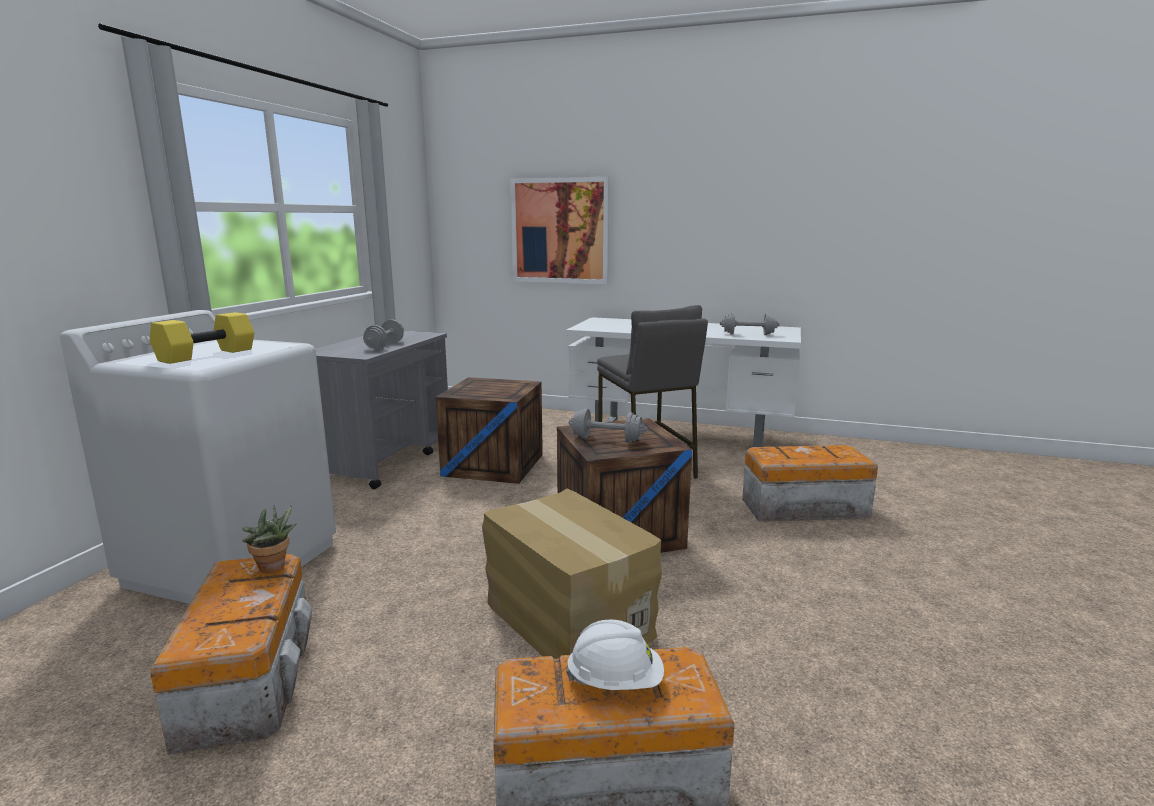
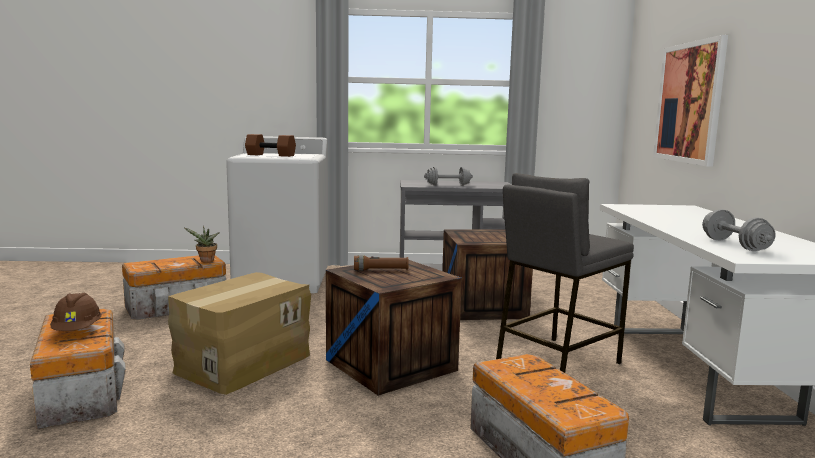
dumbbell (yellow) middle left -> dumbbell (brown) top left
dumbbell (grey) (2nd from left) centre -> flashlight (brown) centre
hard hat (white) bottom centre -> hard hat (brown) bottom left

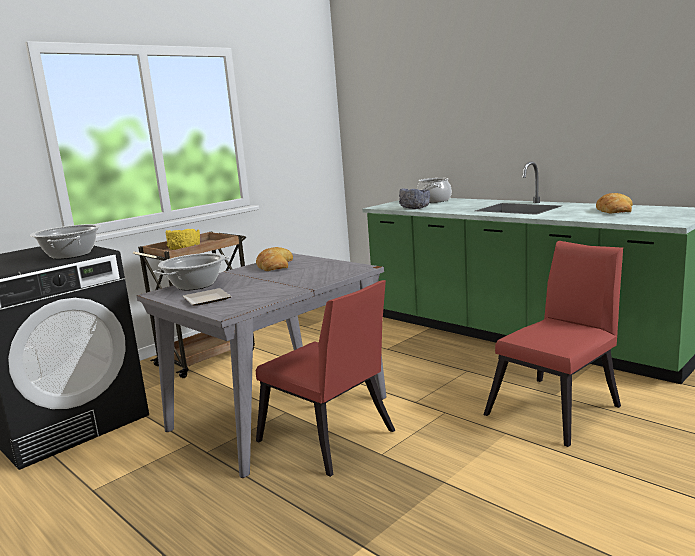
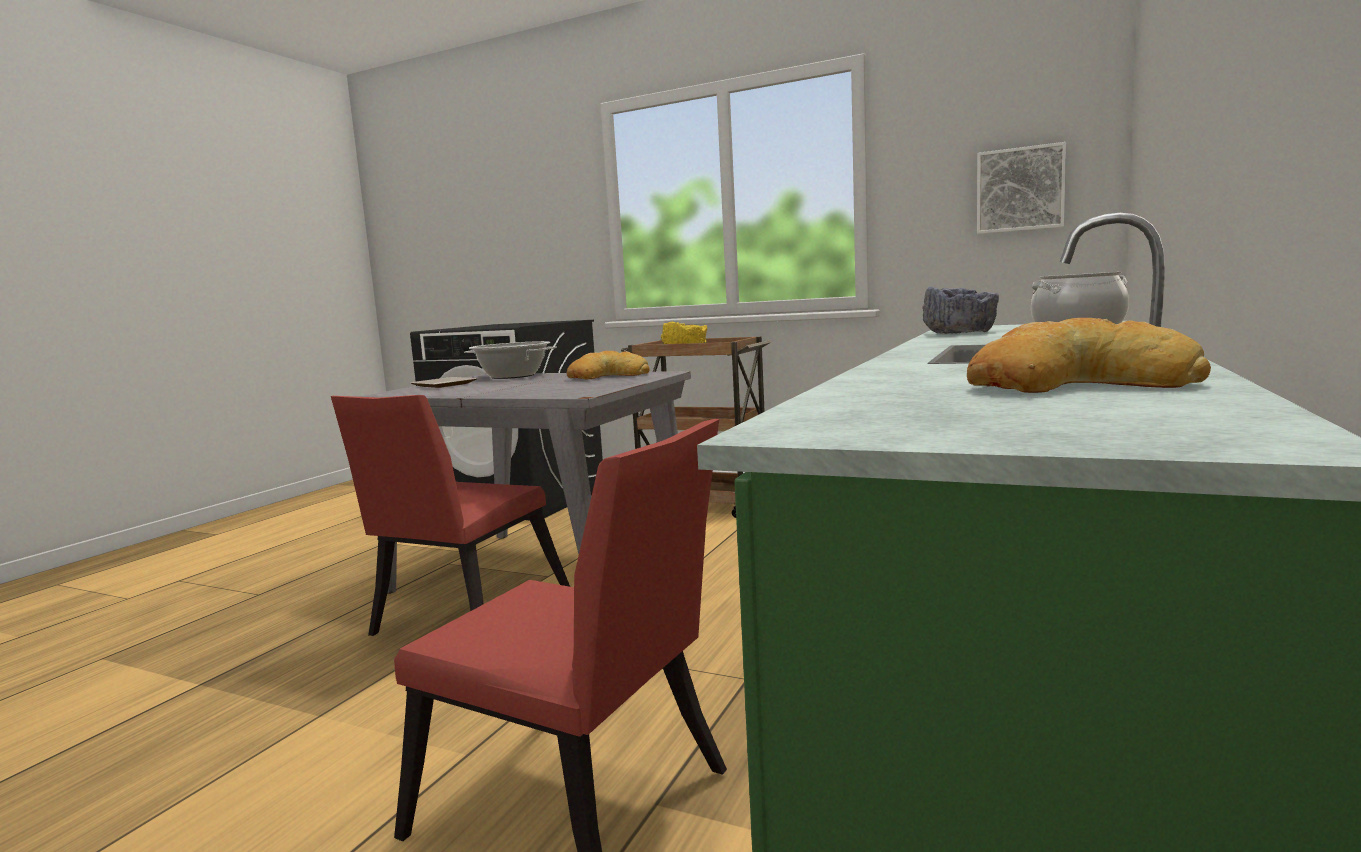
cooking pot (1st from left) middle left -> none
none -> picture top right

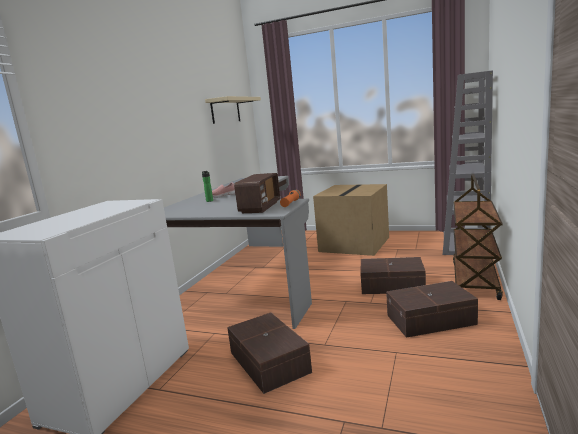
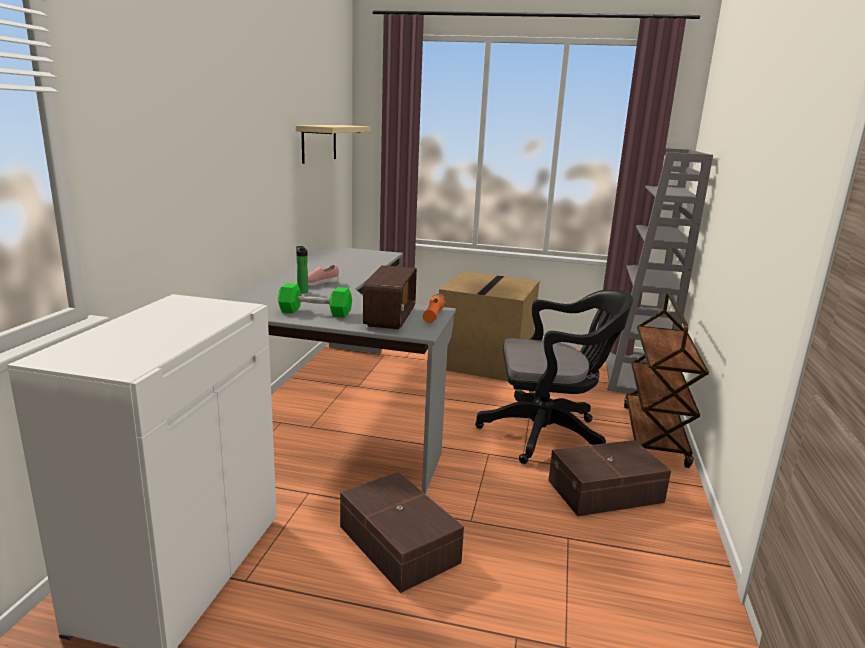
storage box (brown) (2nd from left) middle right -> office chair (black) centre
none -> dumbbell (green) centre

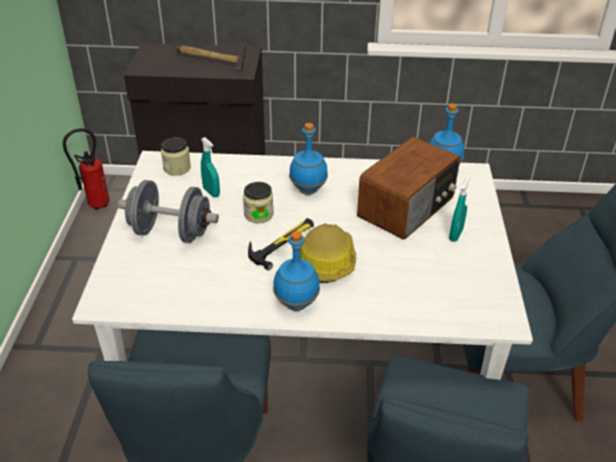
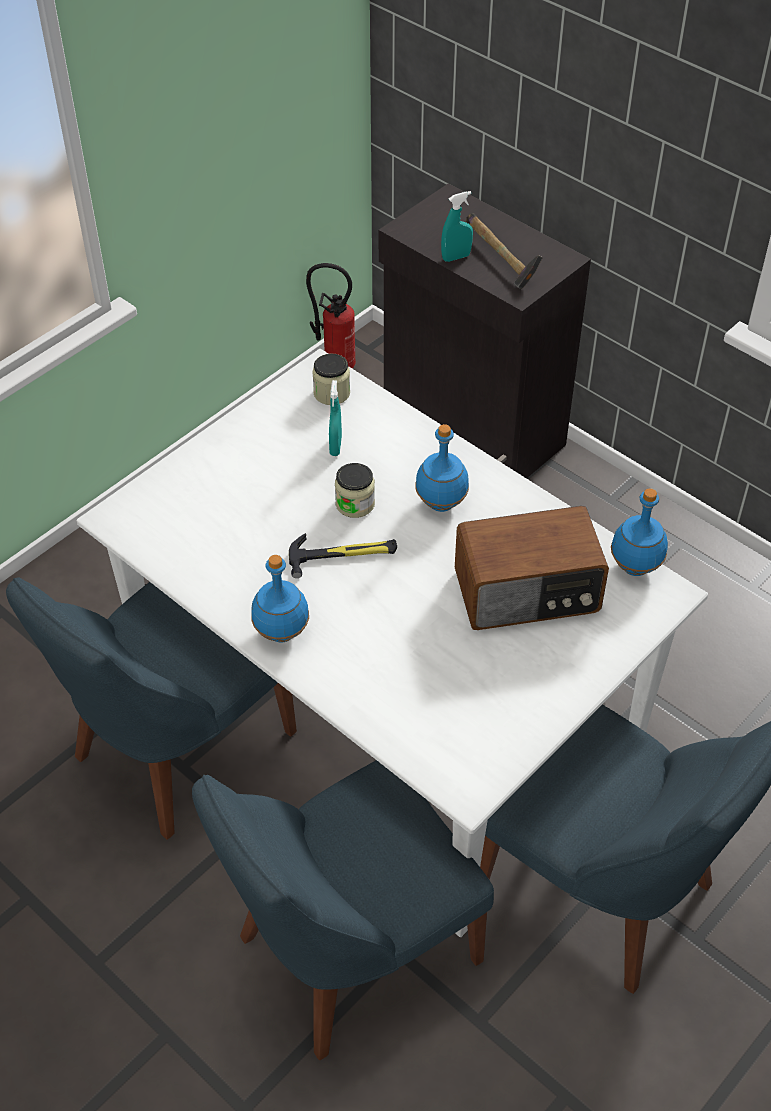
spray bottle (turquoise) (2nd from left) middle right -> spray bottle (turquoise) (2nd from left) top centre, move
dumbbell (grey) middle left -> none
hard hat centre -> none

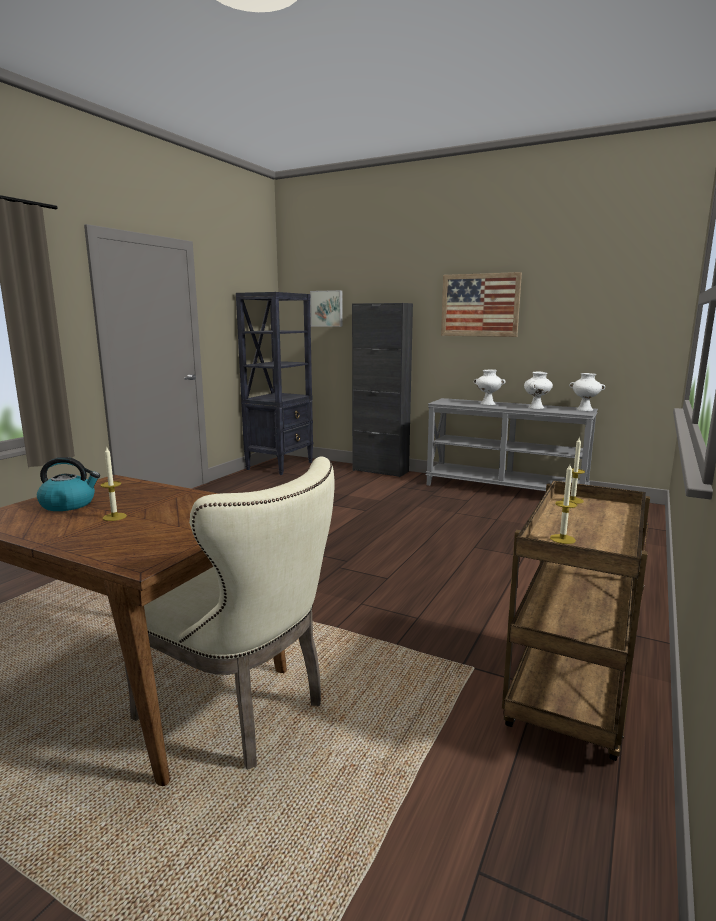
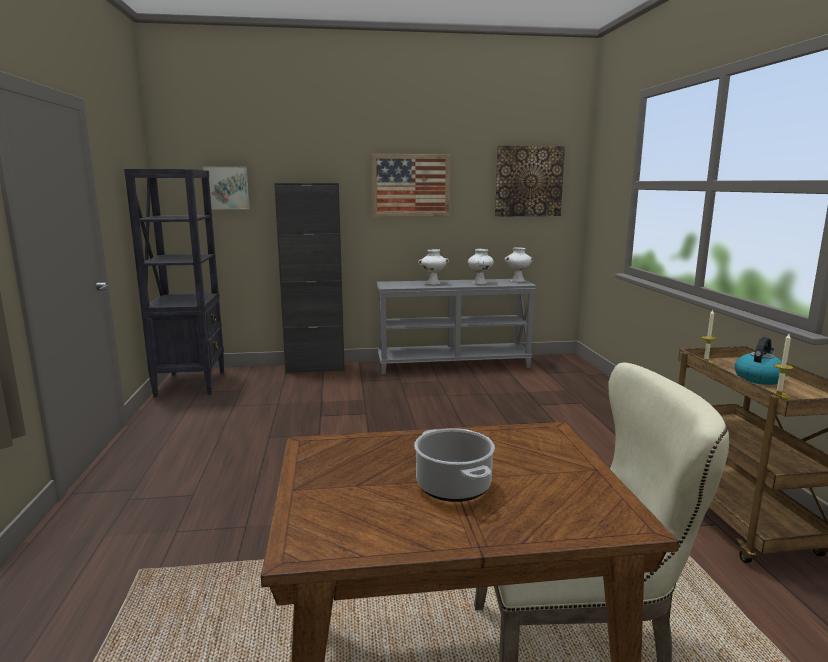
candle (1st from left) middle left -> cooking pot bottom centre
kettle middle left -> kettle middle right, move
none -> picture (3rd from left) top centre

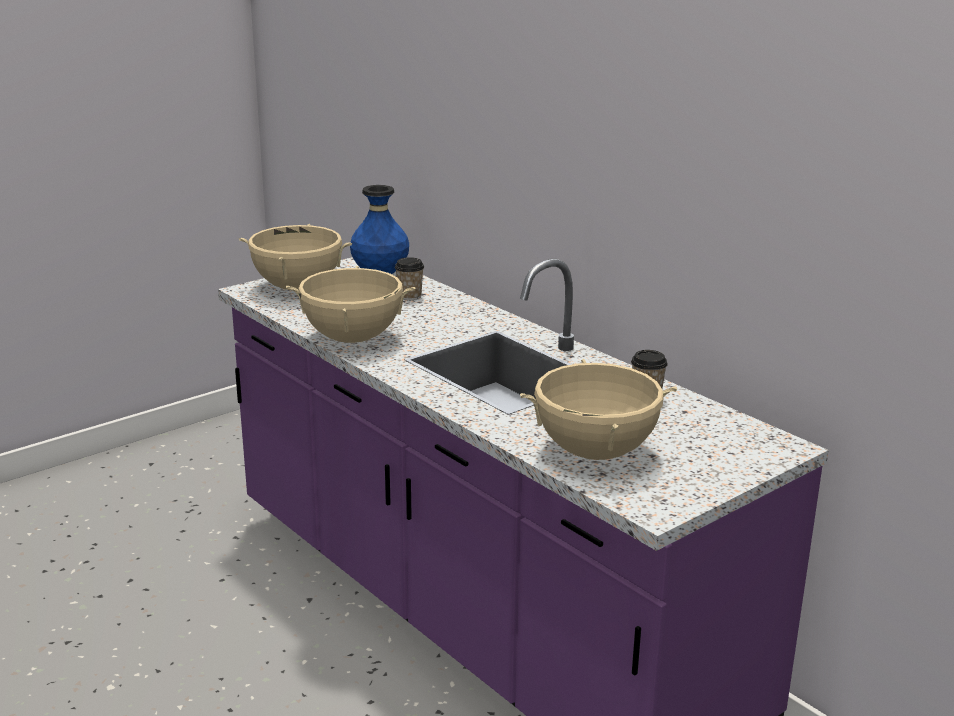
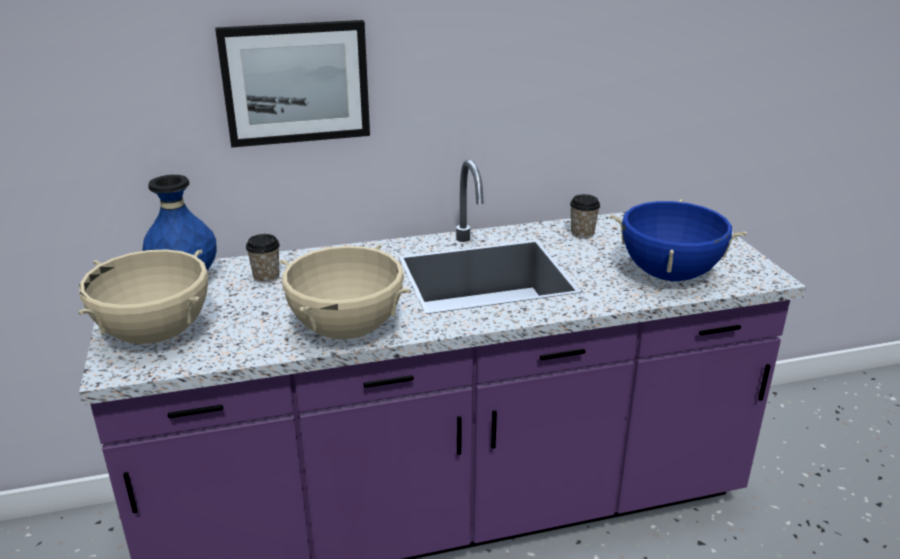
cooking pot (beige) (3rd from left) centre -> cooking pot (blue) middle right
none -> picture top left

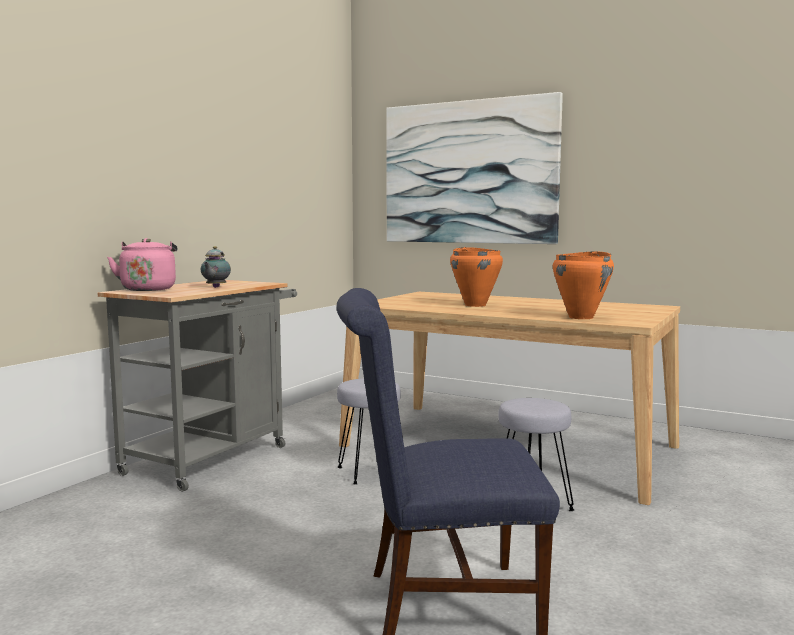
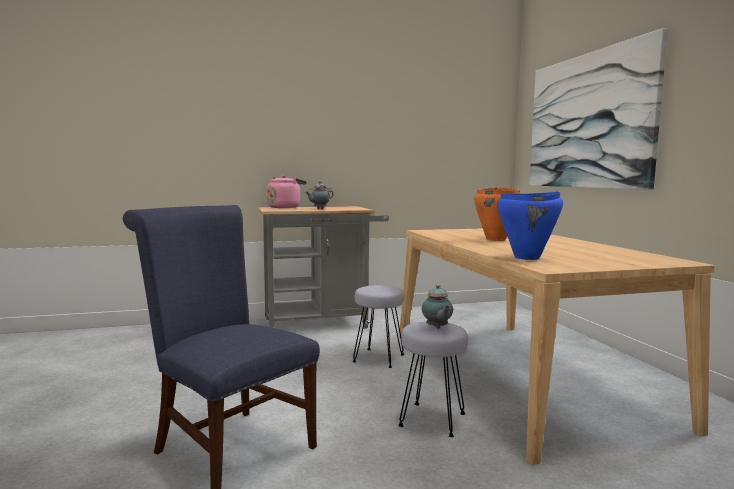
cooking pot (orange) (2nd from left) middle right -> cooking pot (blue) middle right
none -> teapot (2nd from left) centre

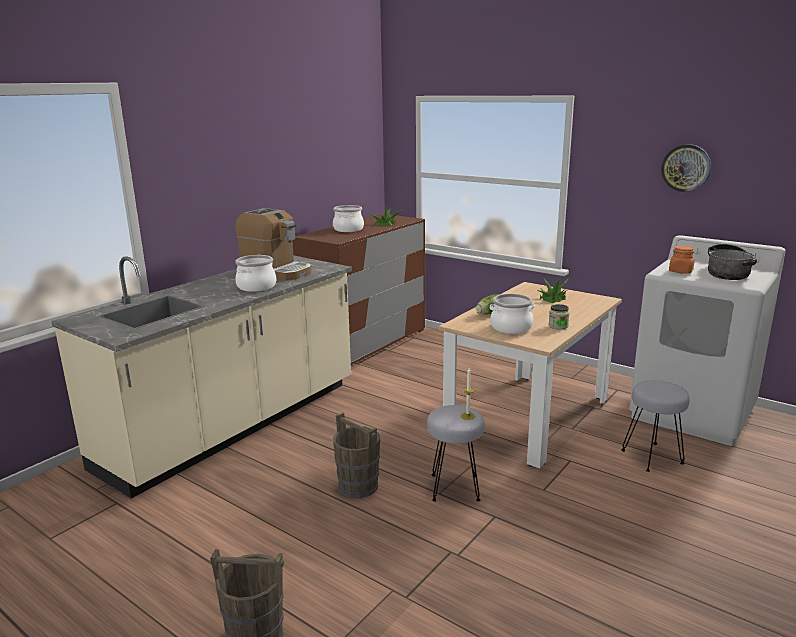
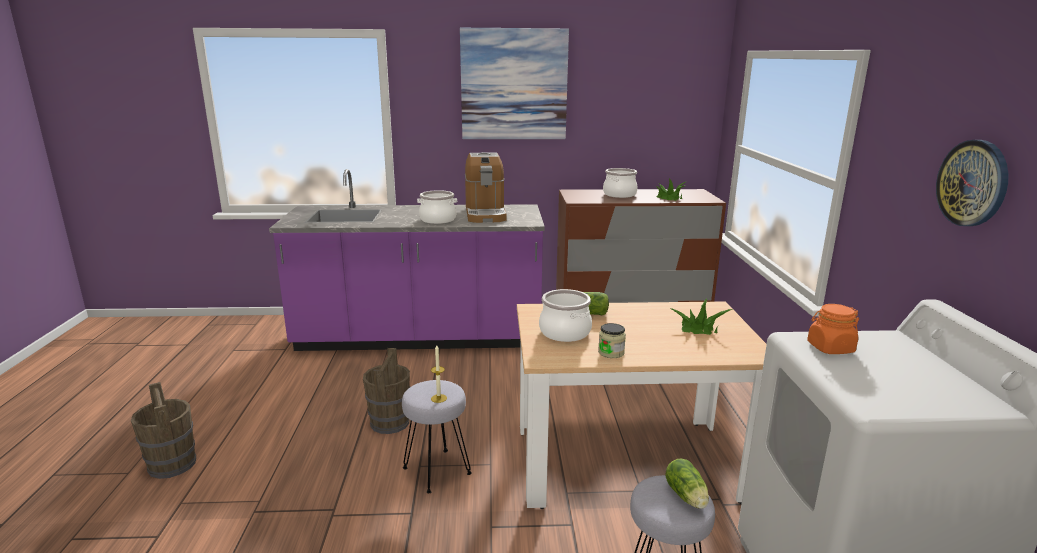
cooking pot (4th from left) middle right -> none
counter (beige) middle left -> counter (purple) centre
none -> picture top centre
none -> lettuce (2nd from left) bottom centre

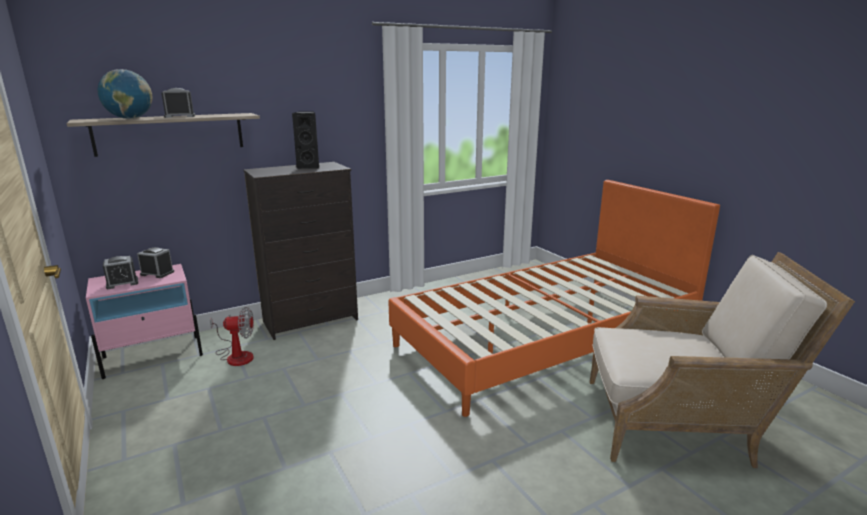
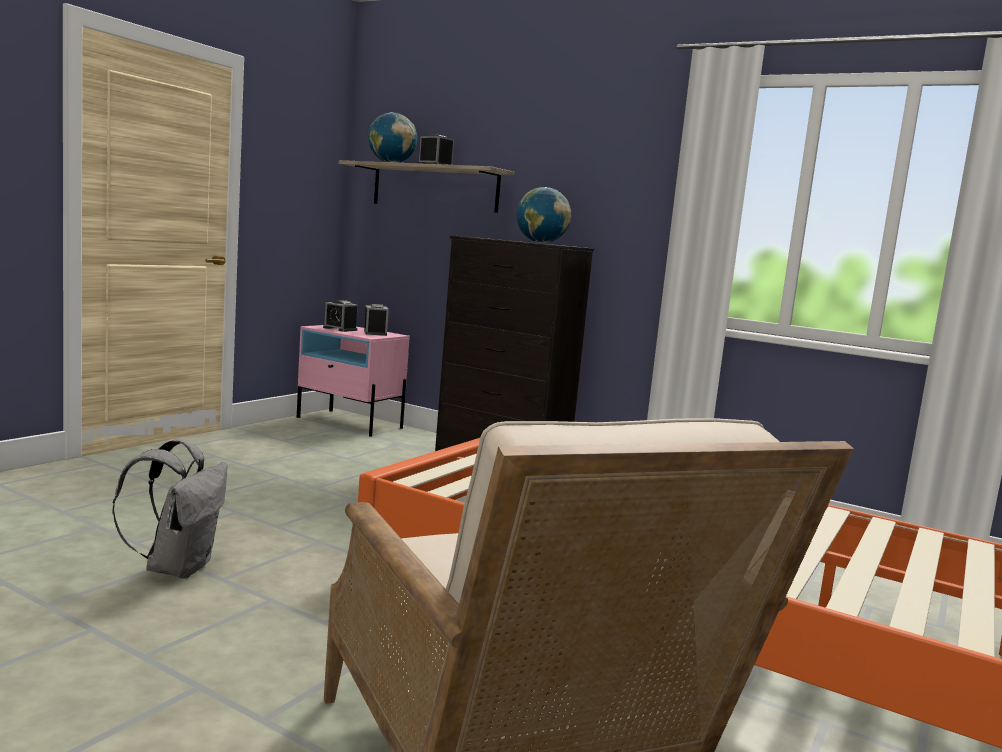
speaker (black) top centre -> globe (2nd from left) top centre
fan middle left -> none
none -> backpack (grey) bottom left

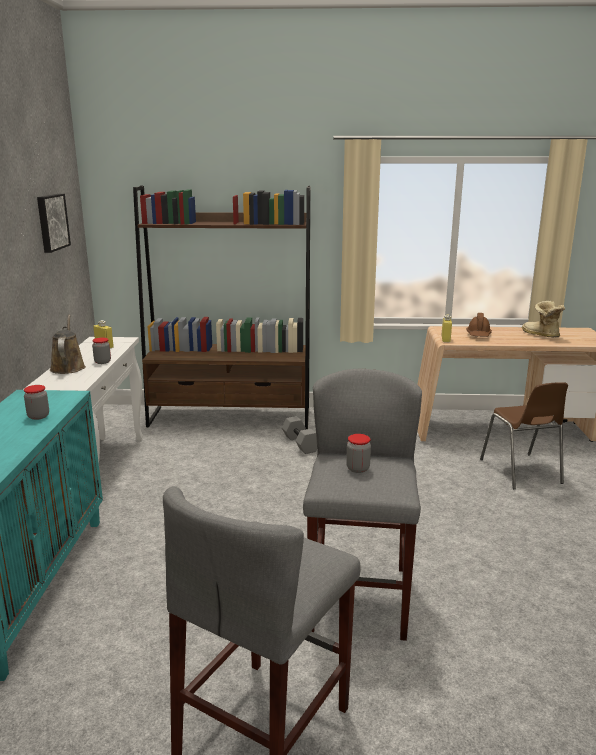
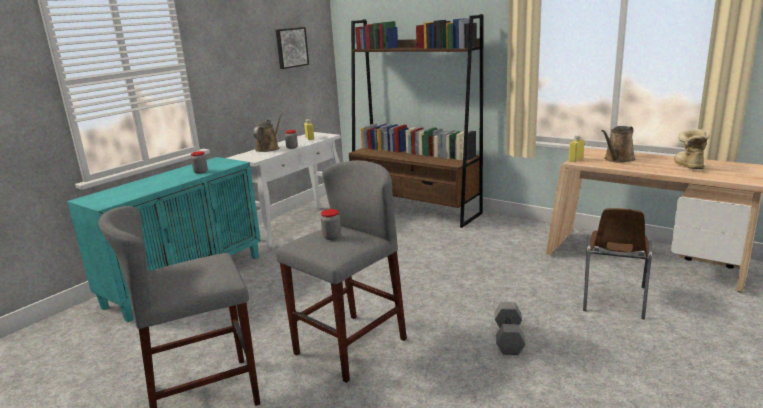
hard hat (brown) middle right -> watering can (brown) (2nd from left) middle right
dumbbell (grey) centre -> dumbbell (grey) bottom right, move

